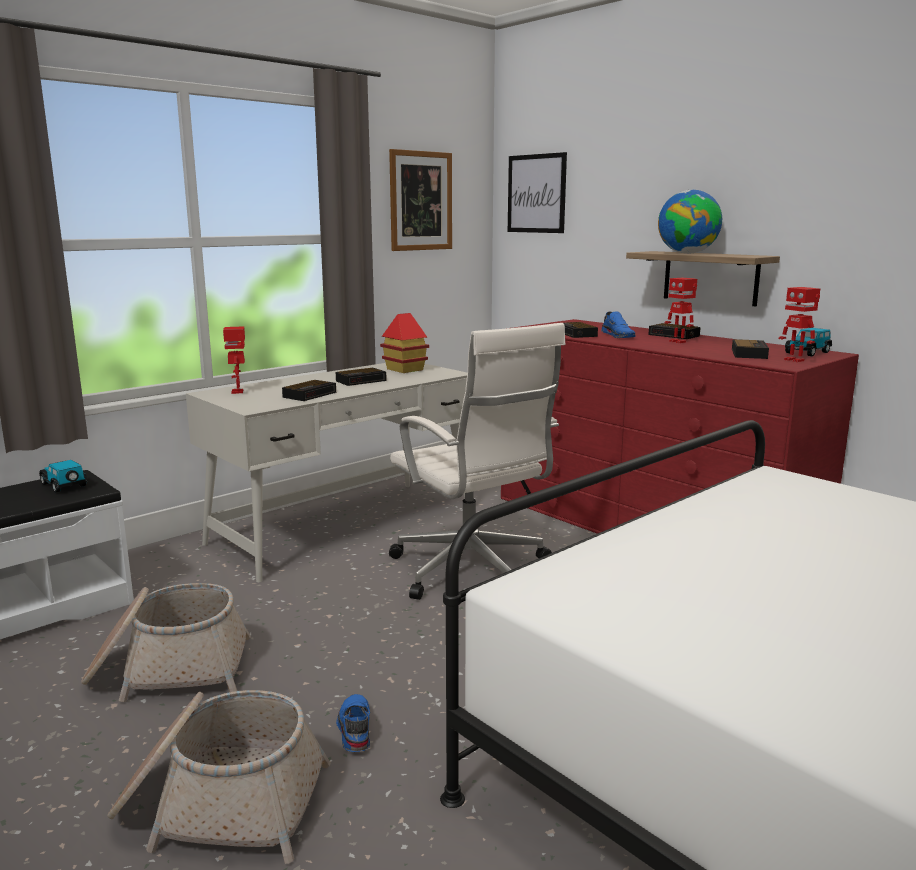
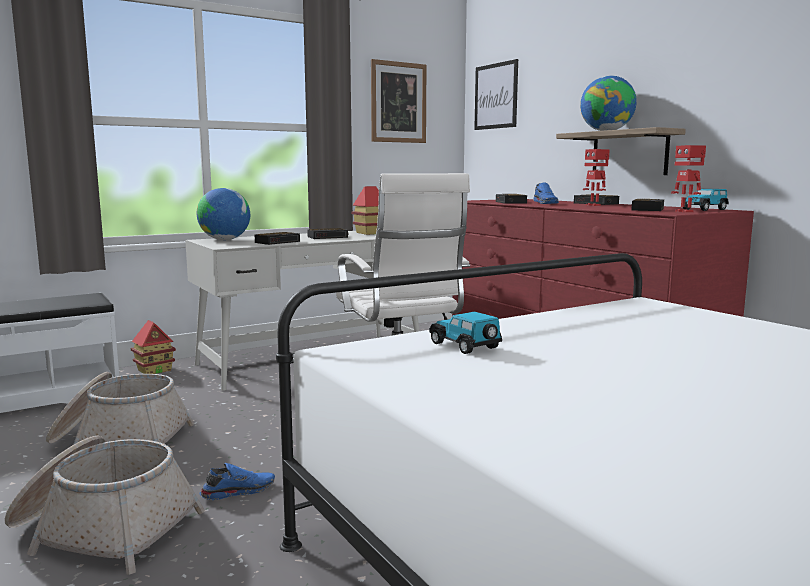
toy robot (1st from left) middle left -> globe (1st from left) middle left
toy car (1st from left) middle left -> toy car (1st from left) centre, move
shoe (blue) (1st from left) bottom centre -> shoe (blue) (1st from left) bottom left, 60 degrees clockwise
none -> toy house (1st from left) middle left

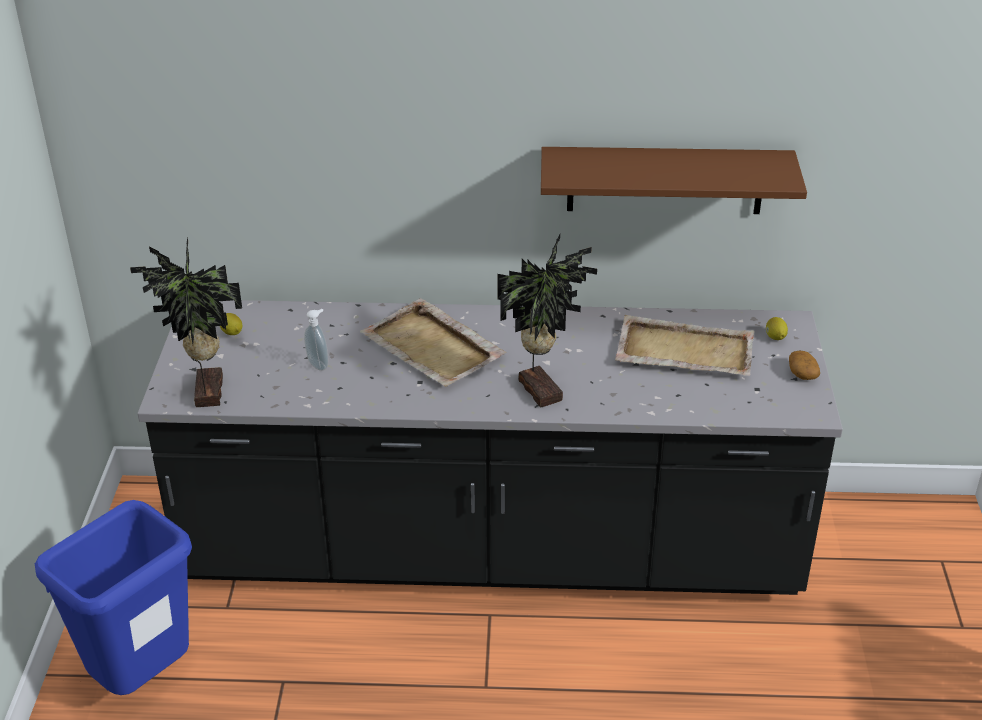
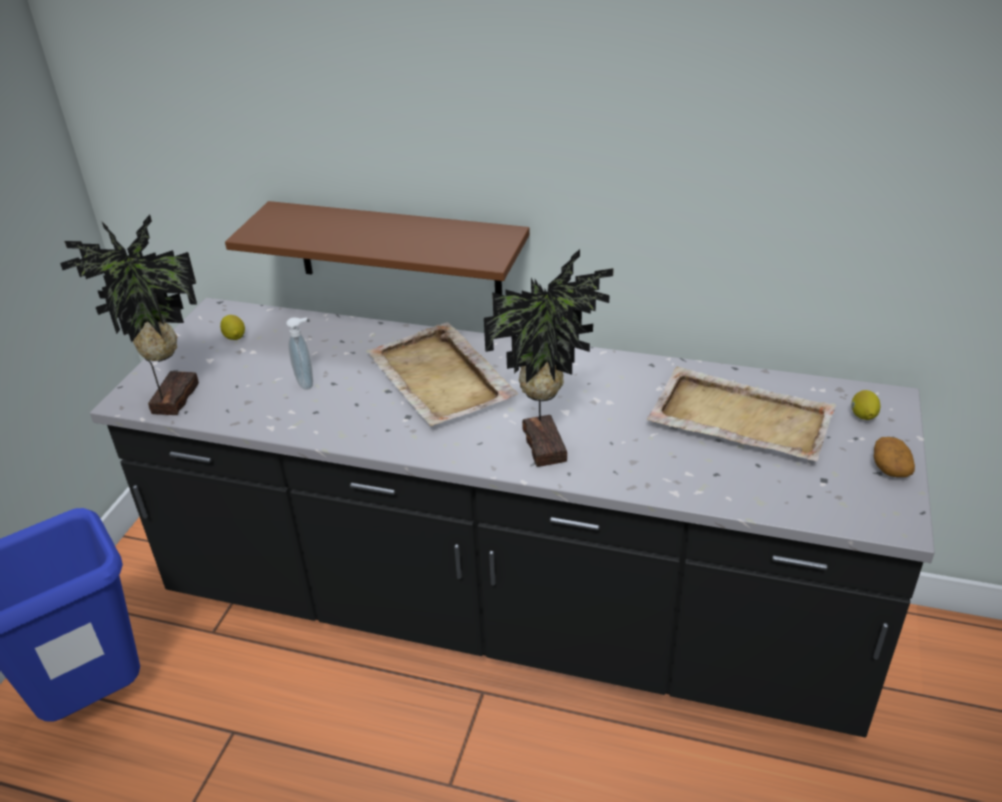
shelf (brown) top right -> shelf (brown) top centre, move

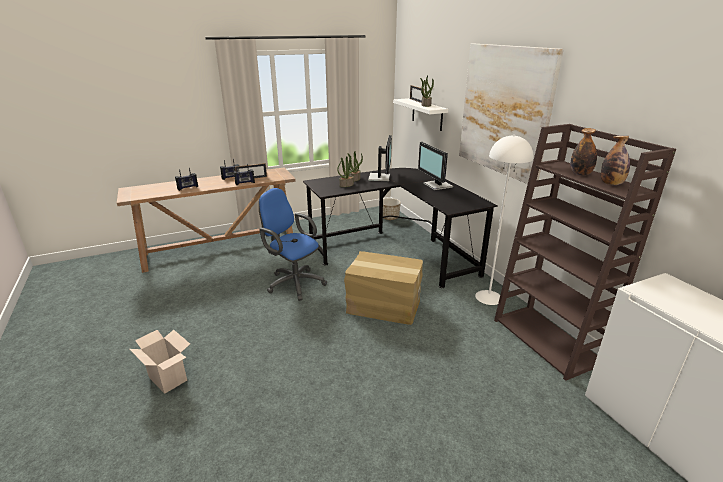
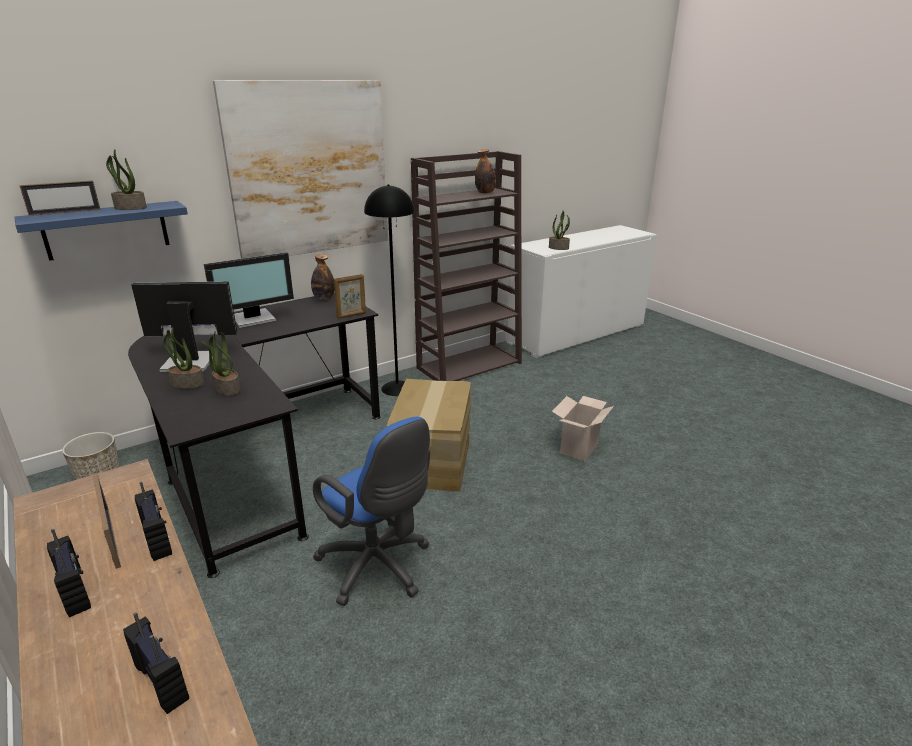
shelf (white) top centre -> shelf (blue) top left
bottle (1st from left) top right -> bottle (1st from left) centre, move
floor lamp (white) middle right -> floor lamp (black) centre
office chair (blue) centre -> office chair (blue) bottom centre, 75 degrees counterclockwise
cardboard box (1st from left in the first image) bottom left -> cardboard box (2nd from left) centre, move
none -> potted plant (4th from left) top centre
none -> picture frame (3rd from left) centre

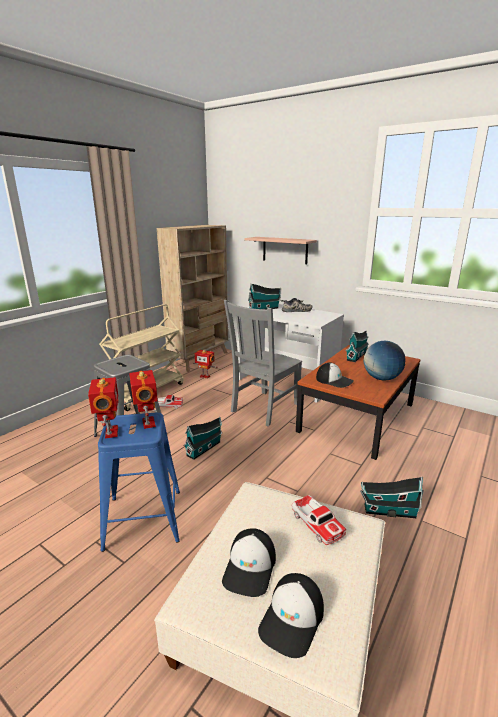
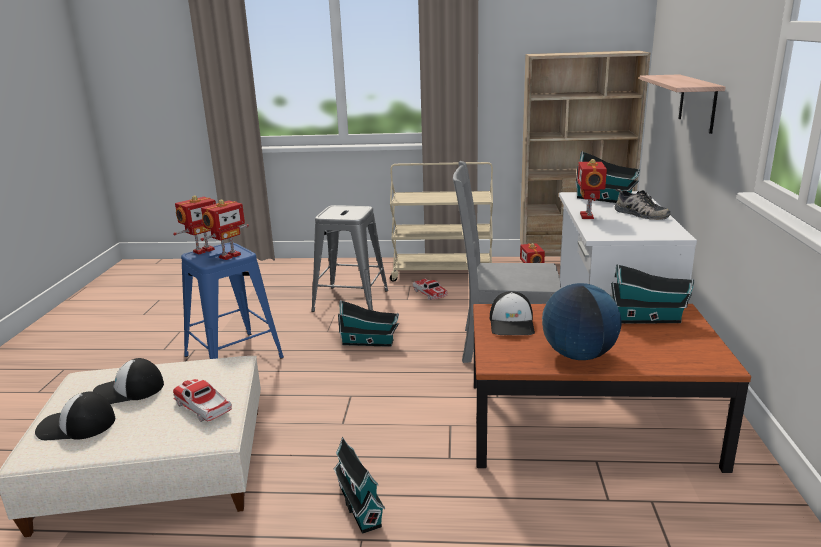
toy car (2nd from left in the first image) bottom centre -> toy car (1st from left) bottom left, 105 degrees clockwise
none -> toy robot (4th from left) middle right

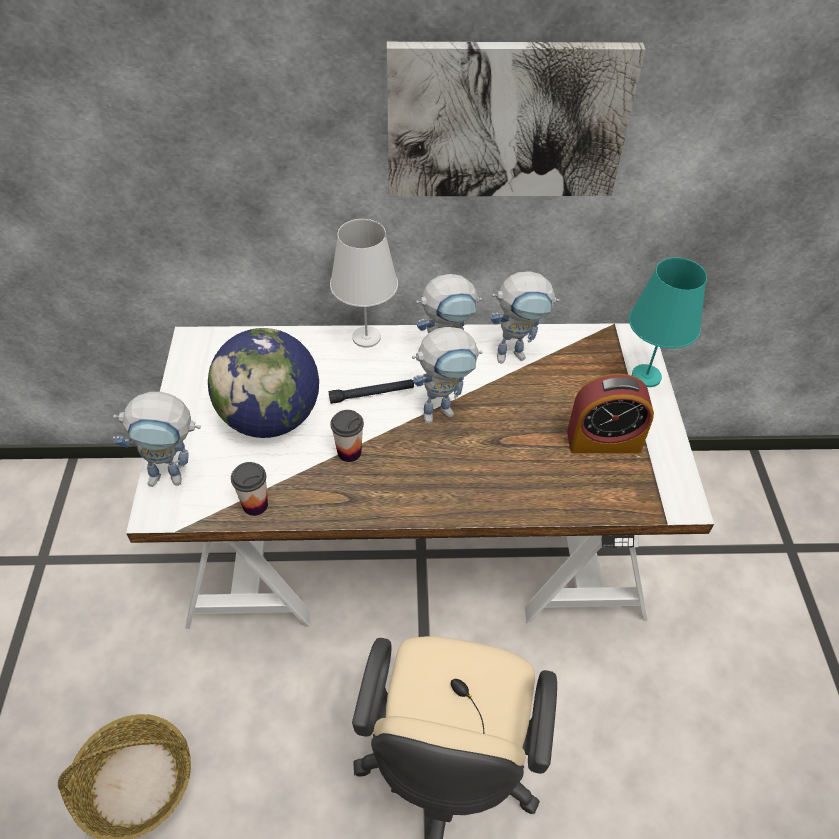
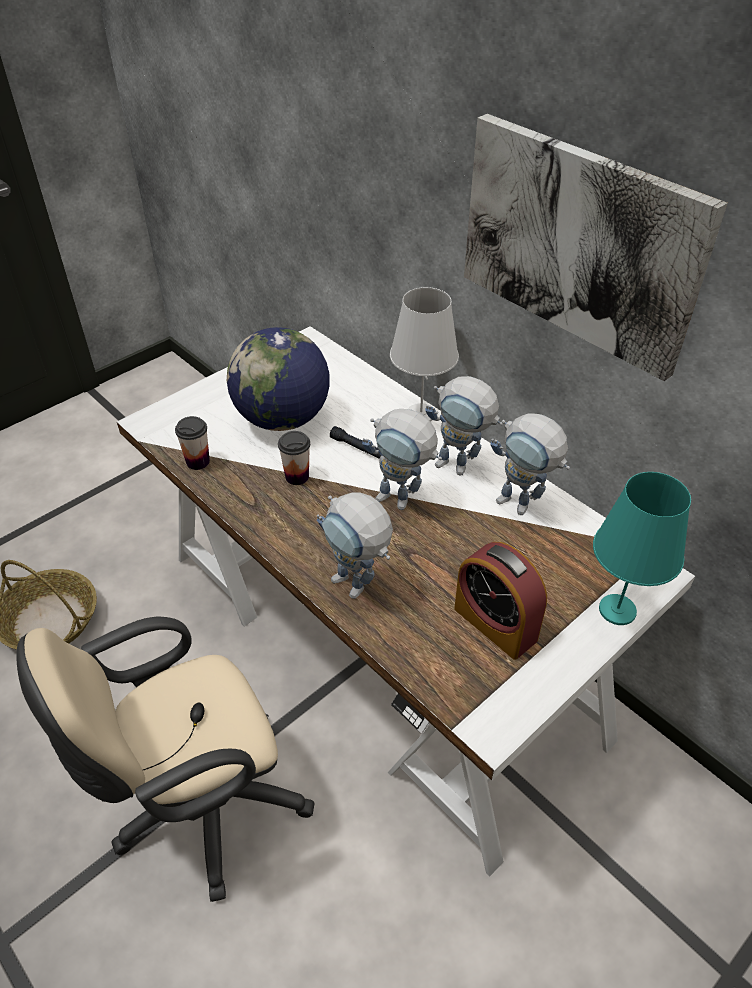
toy robot (1st from left) middle left -> toy robot (1st from left) centre, move

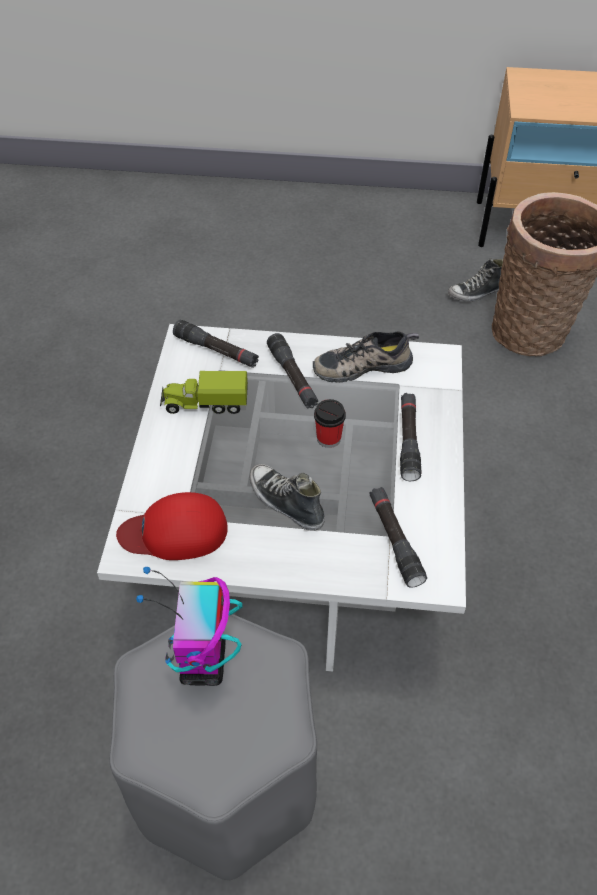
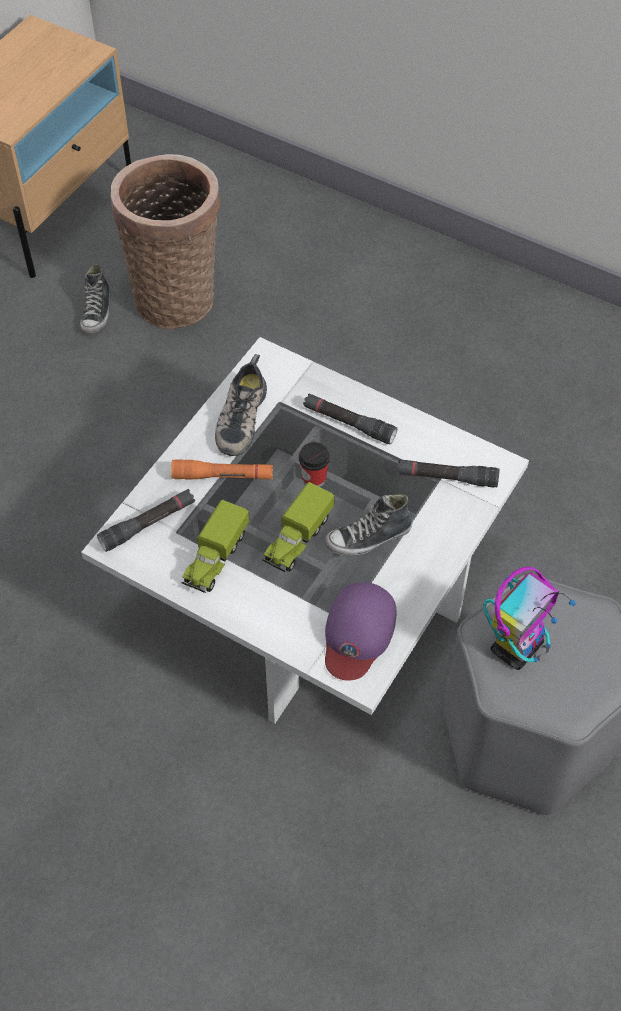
flashlight (black) (2nd from left) centre -> flashlight (orange) centre
cap (red) middle left -> cap (purple) centre
toy robot bottom left -> toy robot middle right, 75 degrees counterclockwise
none -> toy truck (2nd from left) centre

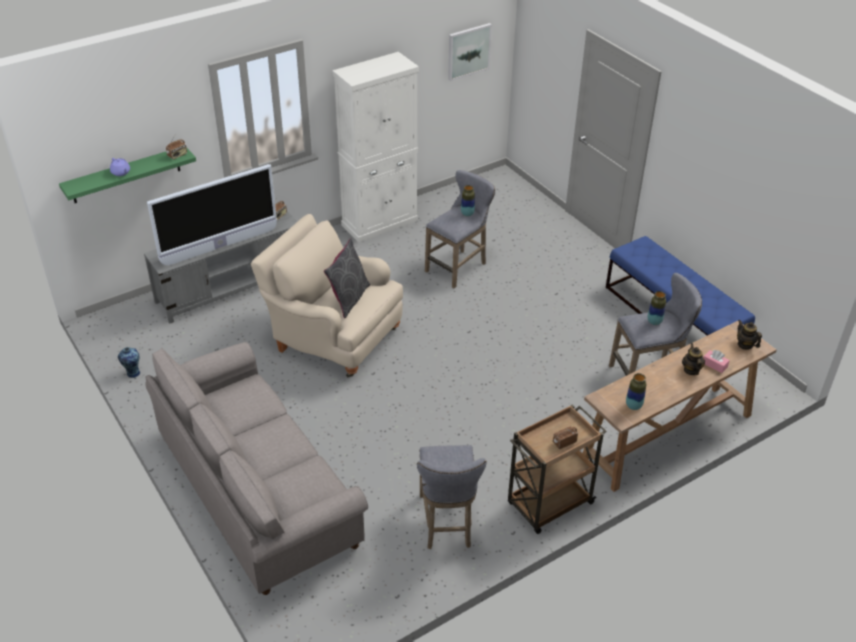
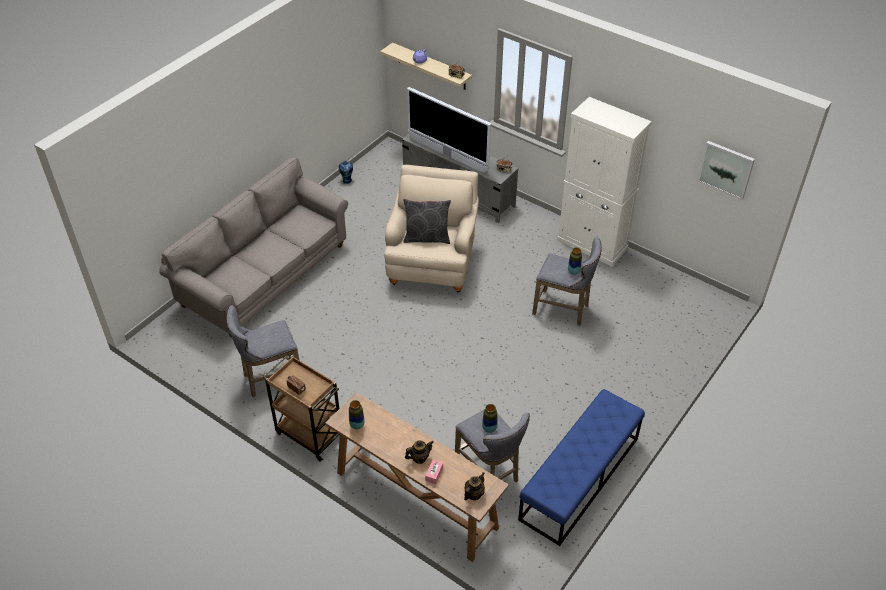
shelf (green) top left -> shelf (beige) top centre

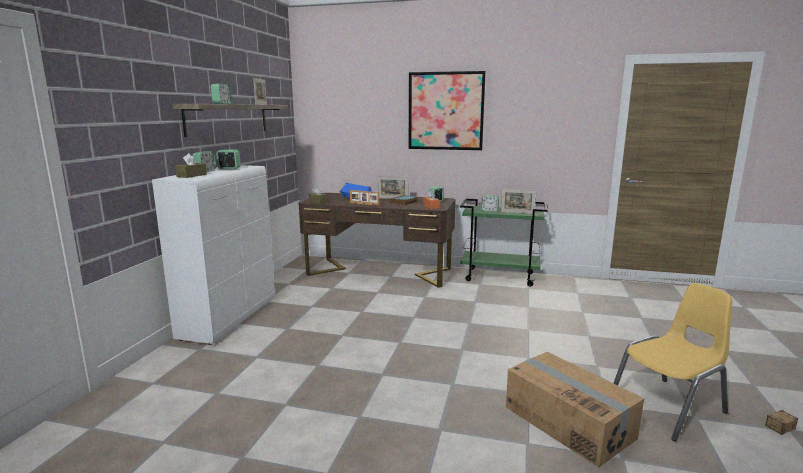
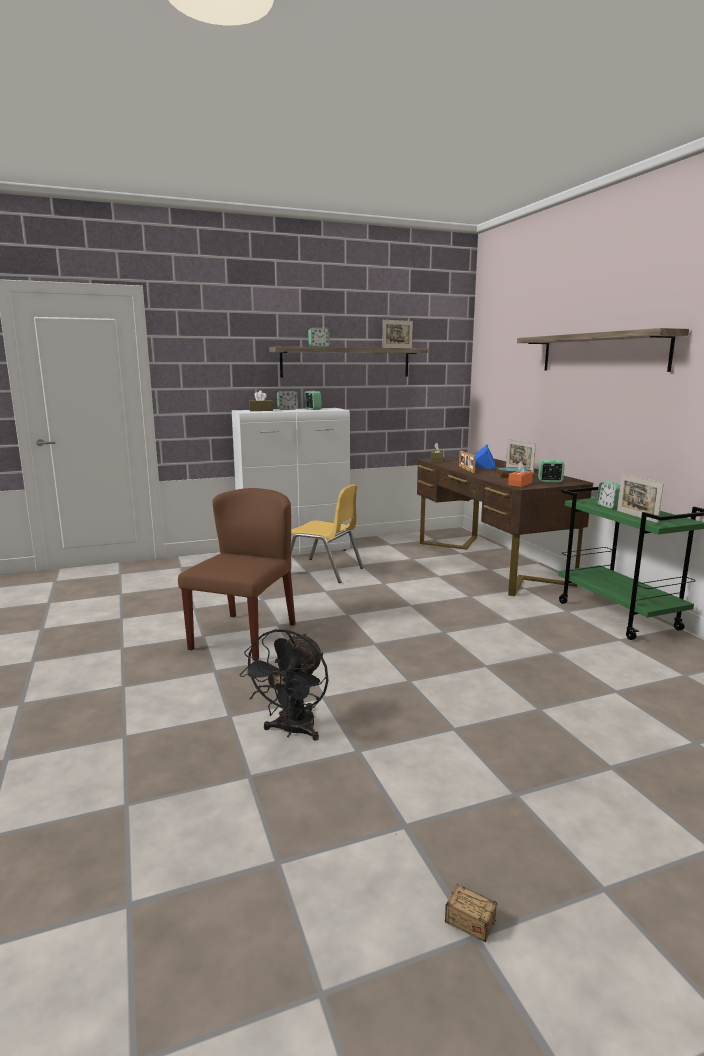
picture top centre -> shelf (2nd from left) top right
chair (yellow) bottom right -> chair (yellow) centre, move
cardboard box bottom right -> fan (black) centre
none -> chair (brown) centre

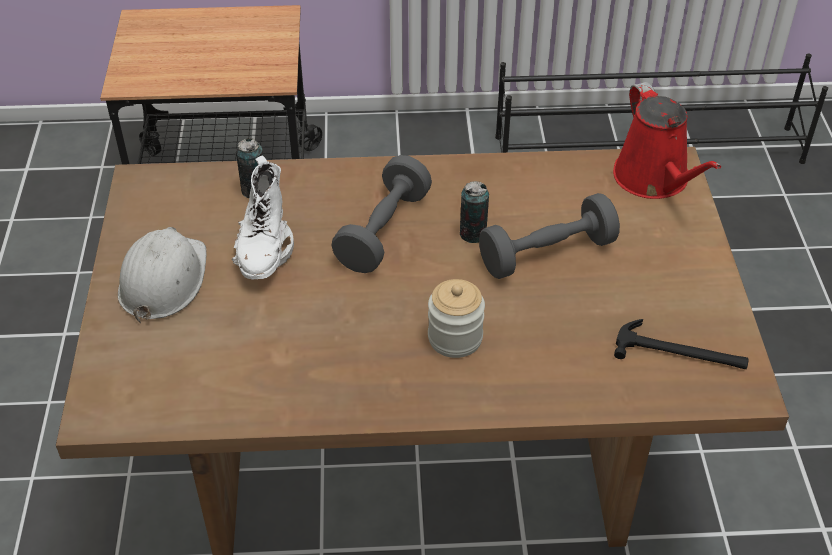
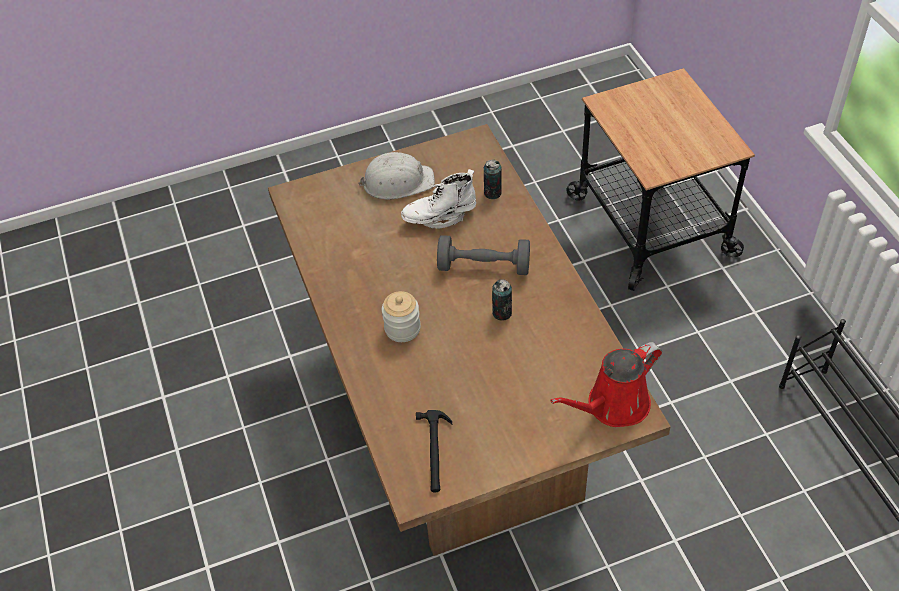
dumbbell (grey) (2nd from left) centre -> none

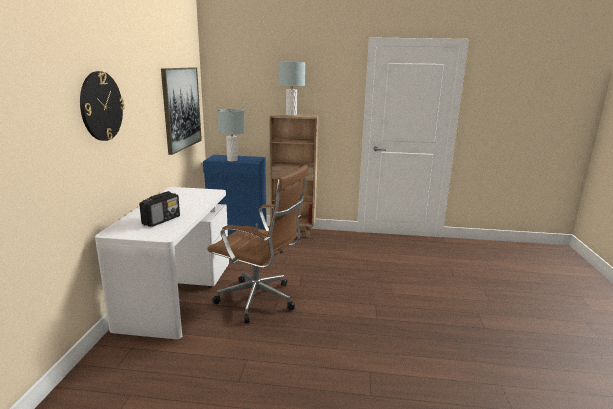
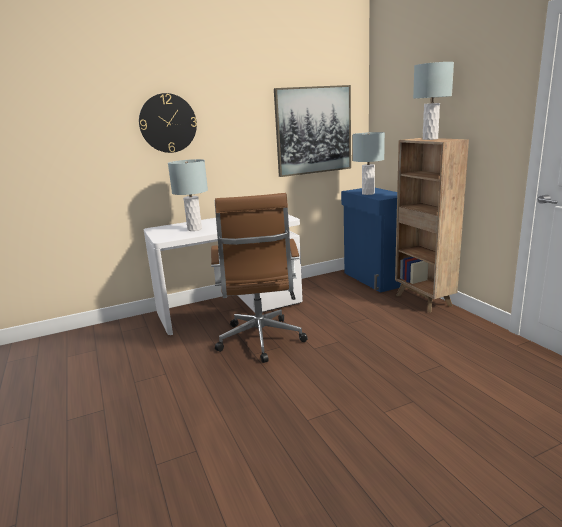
radio middle left -> table lamp (grey) (1st from left) centre

